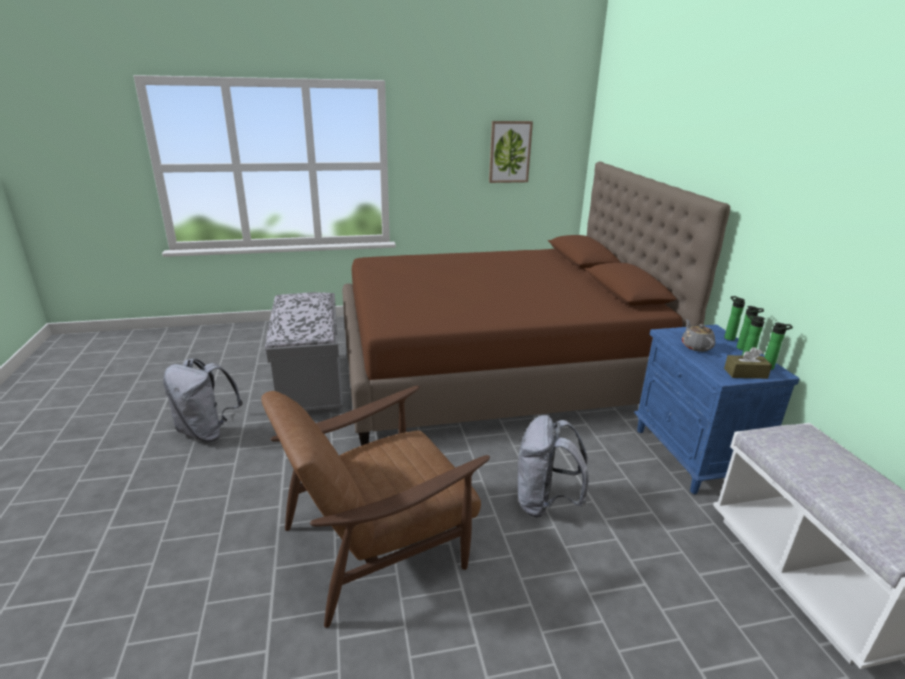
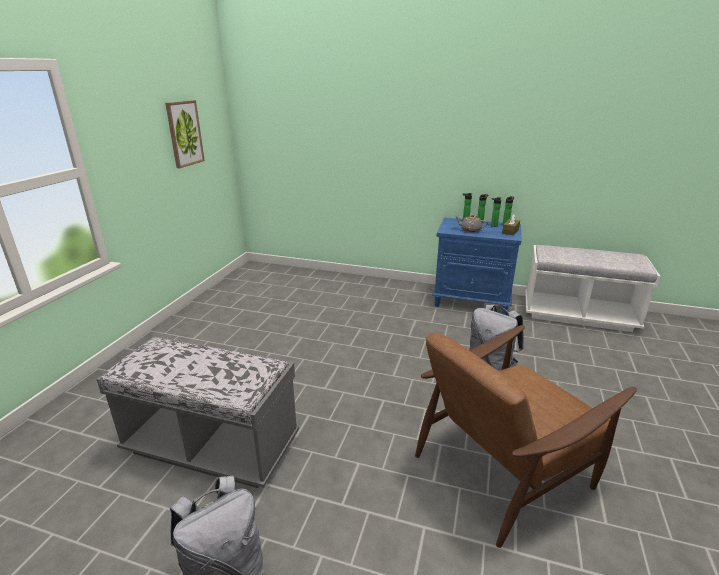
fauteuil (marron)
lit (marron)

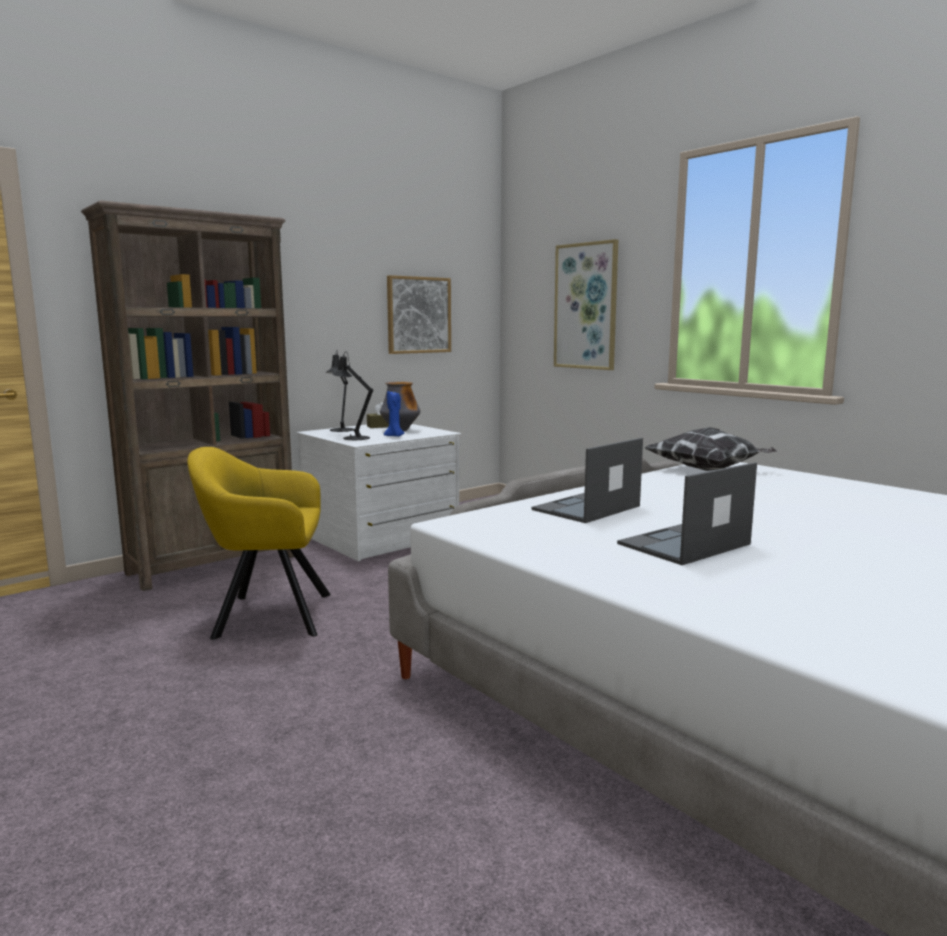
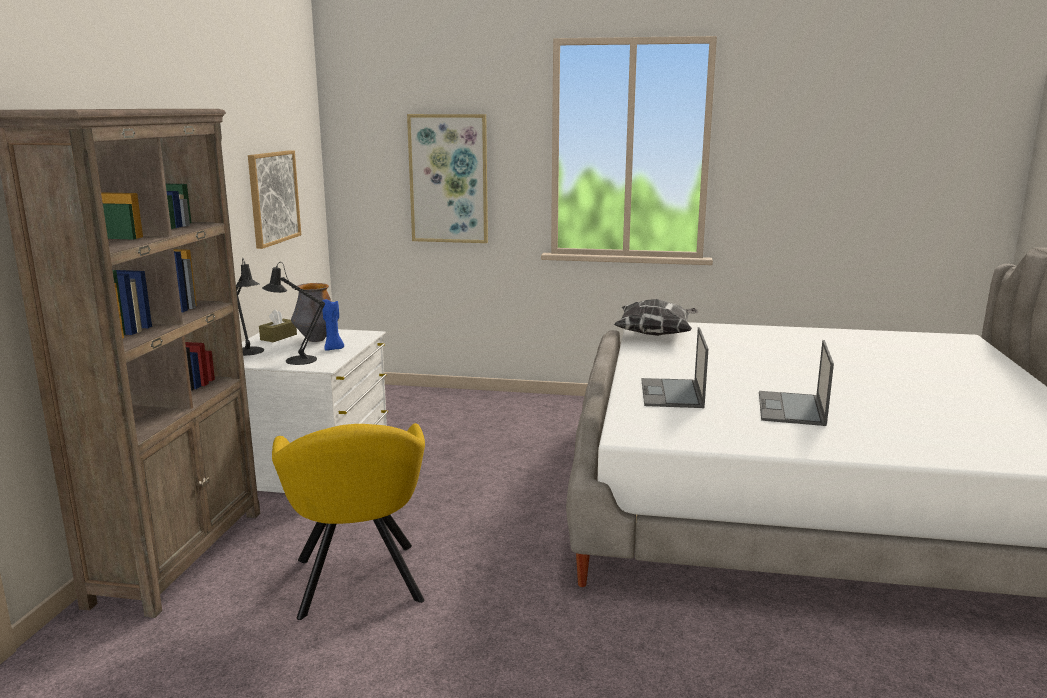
fauteuil (jaune)

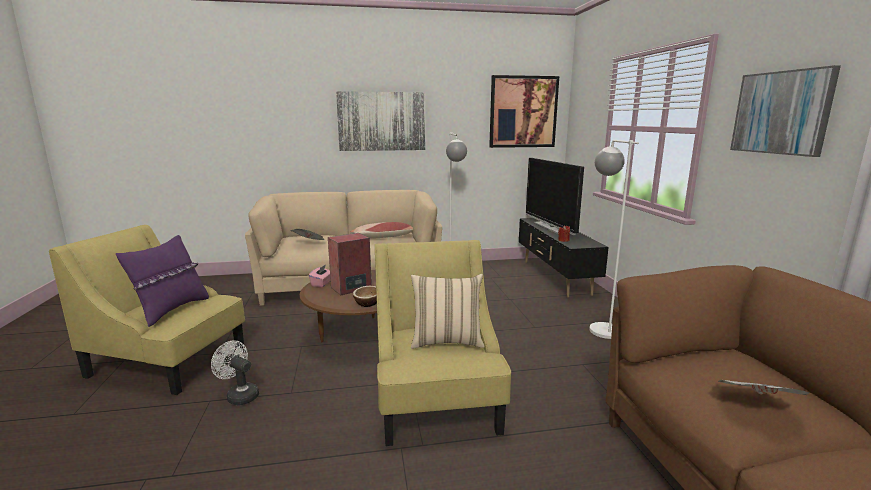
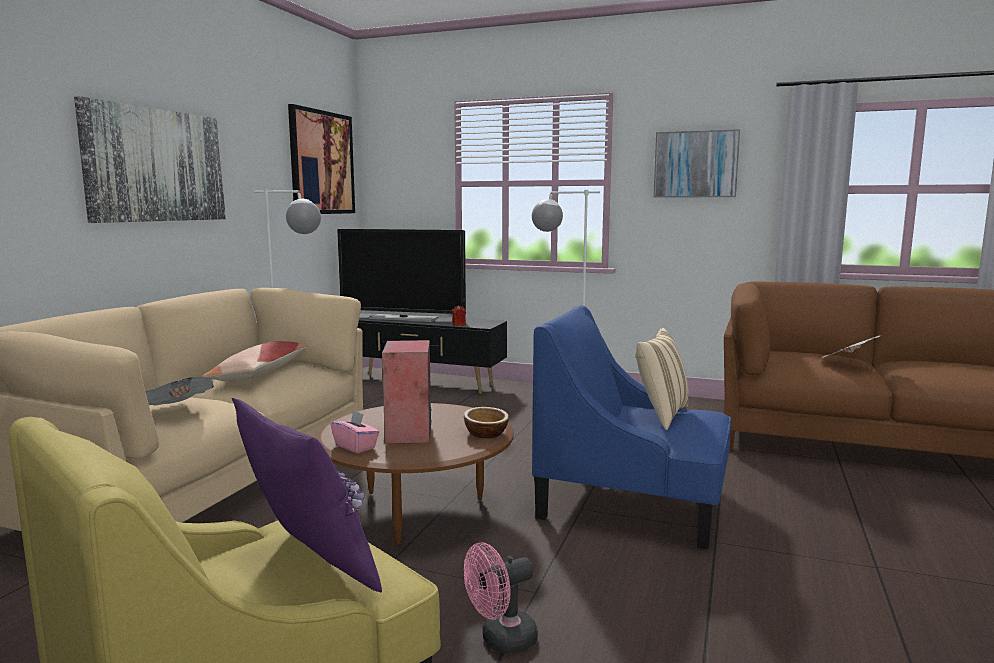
ventilateur (rose)
fauteuil (bleu)

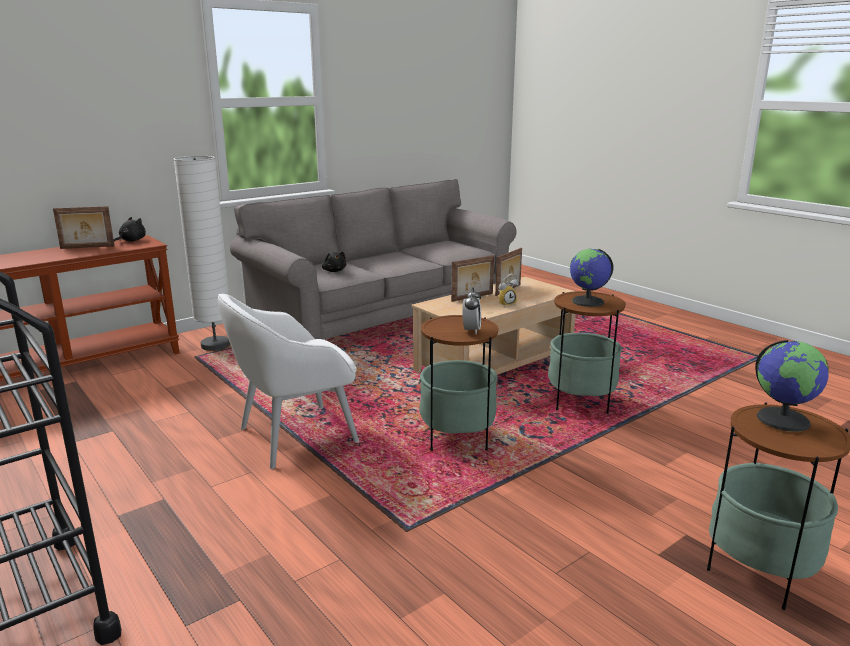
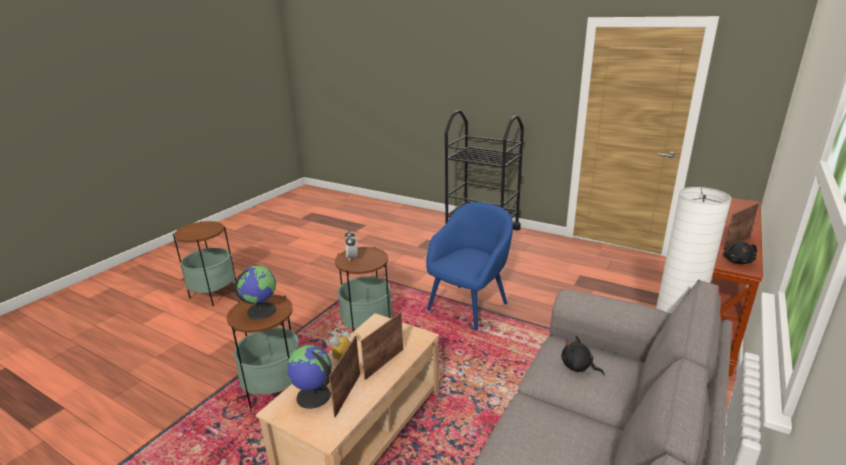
globe (2nd from left)
fauteuil (bleu)

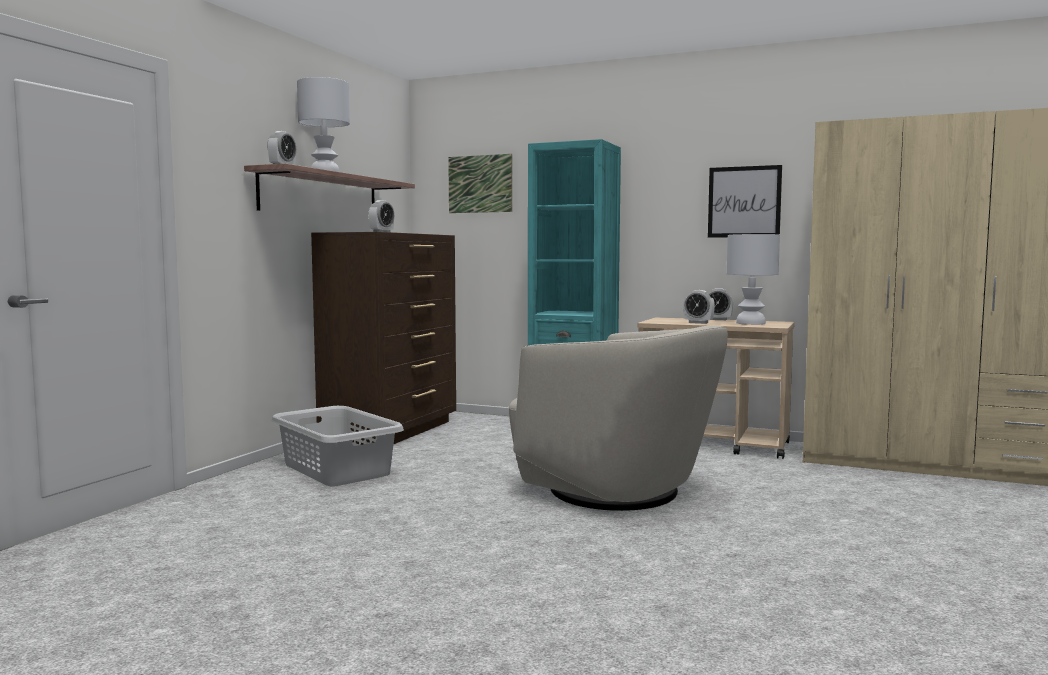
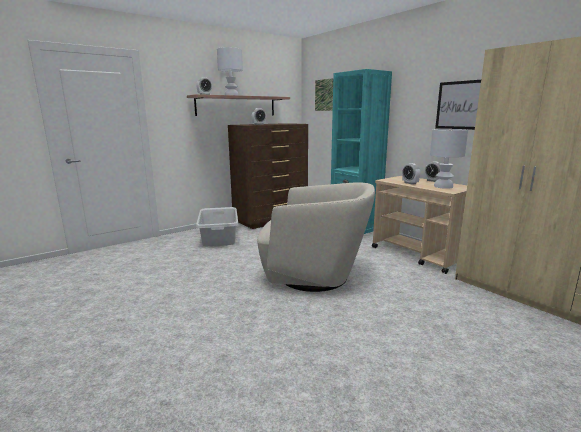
fauteuil (beige)

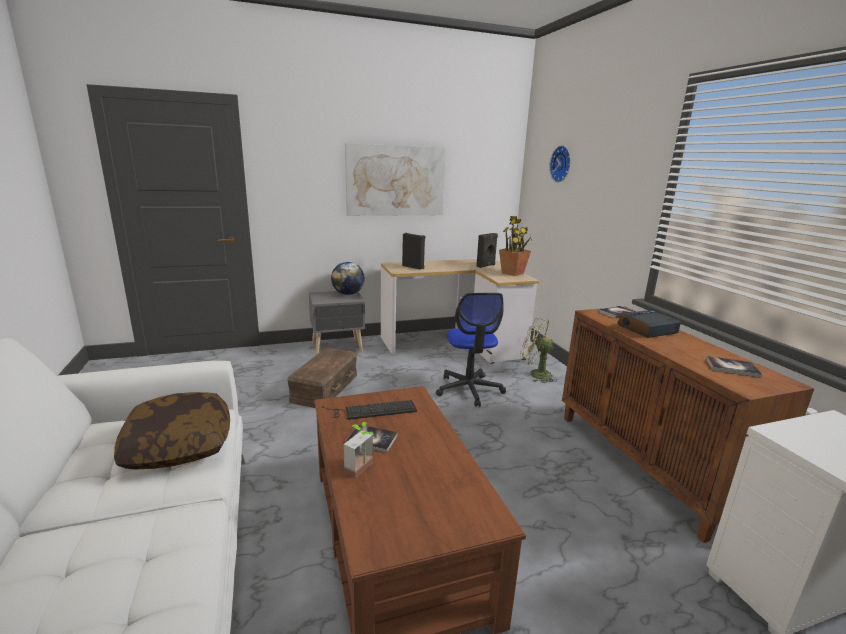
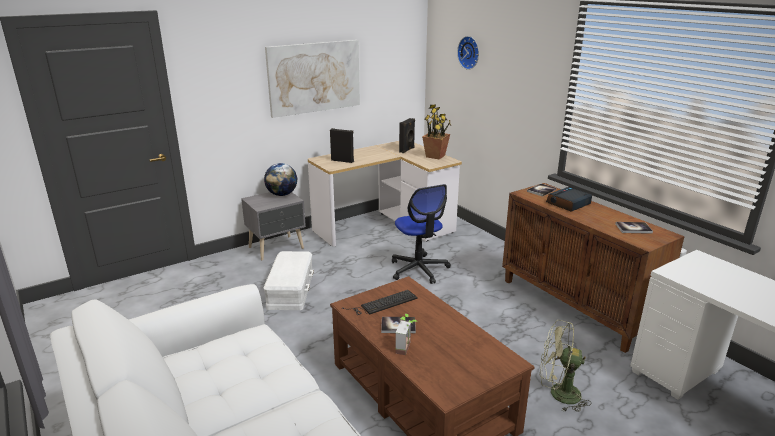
boîte de rangement (blanc)
ventilateur (vert)
coussin

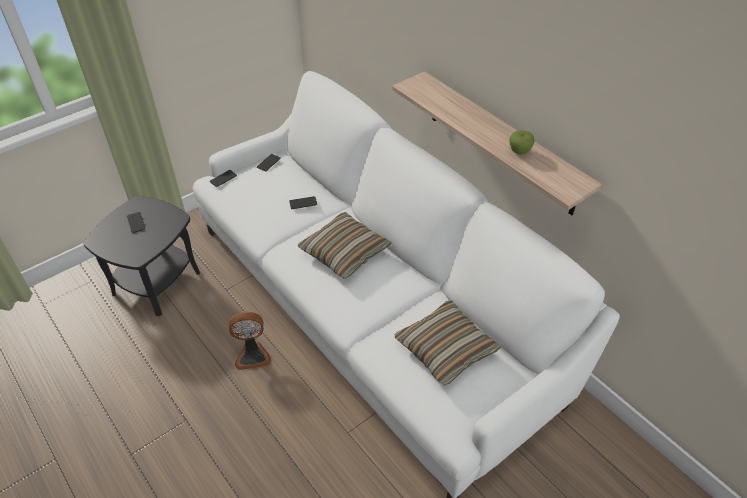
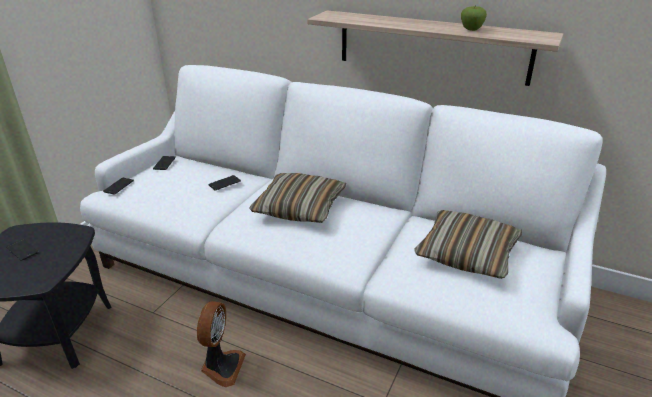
ventilateur

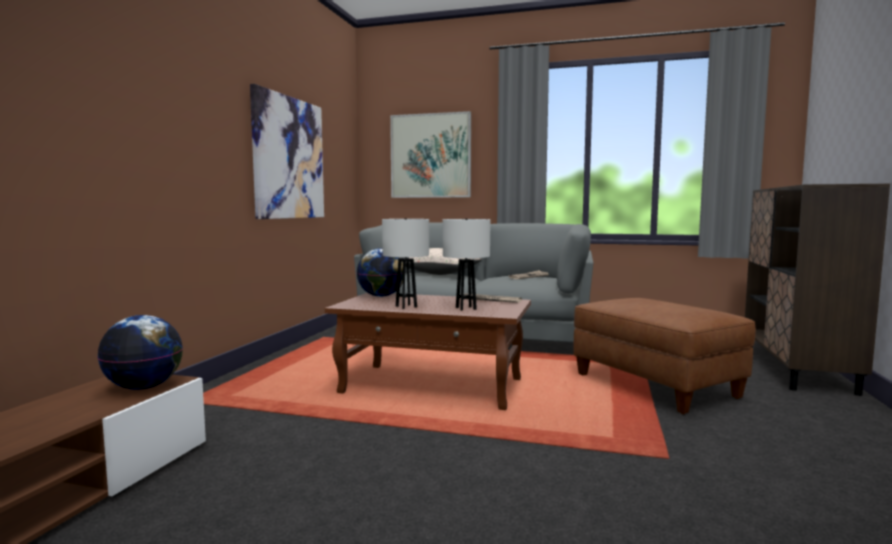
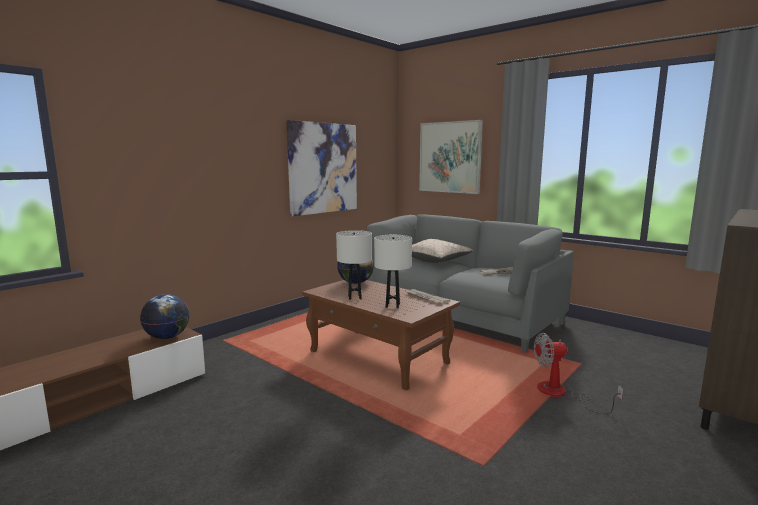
ventilateur

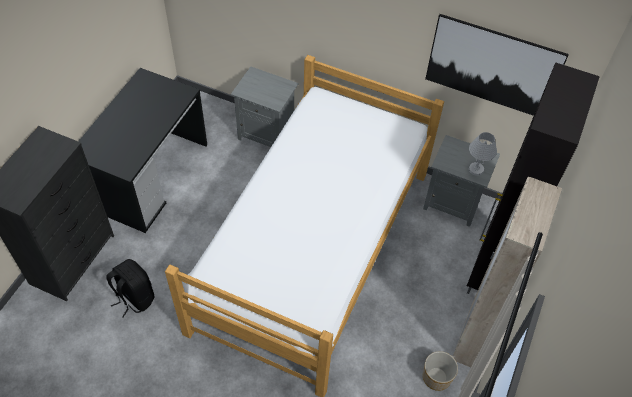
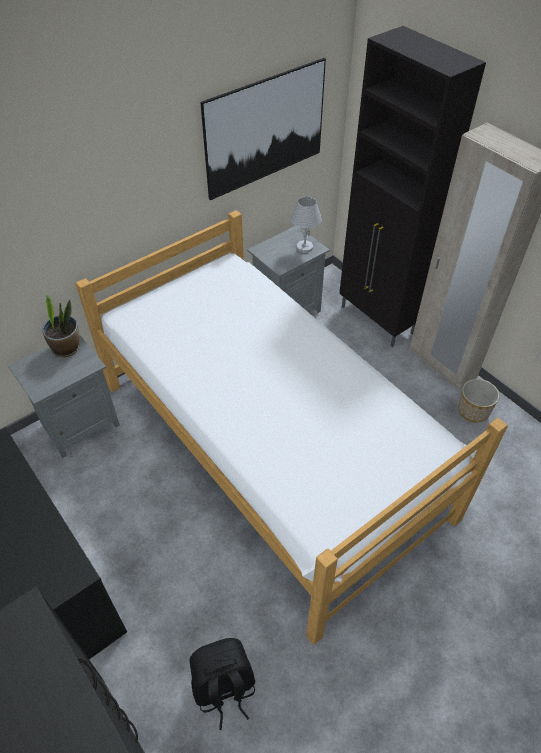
plante en pot

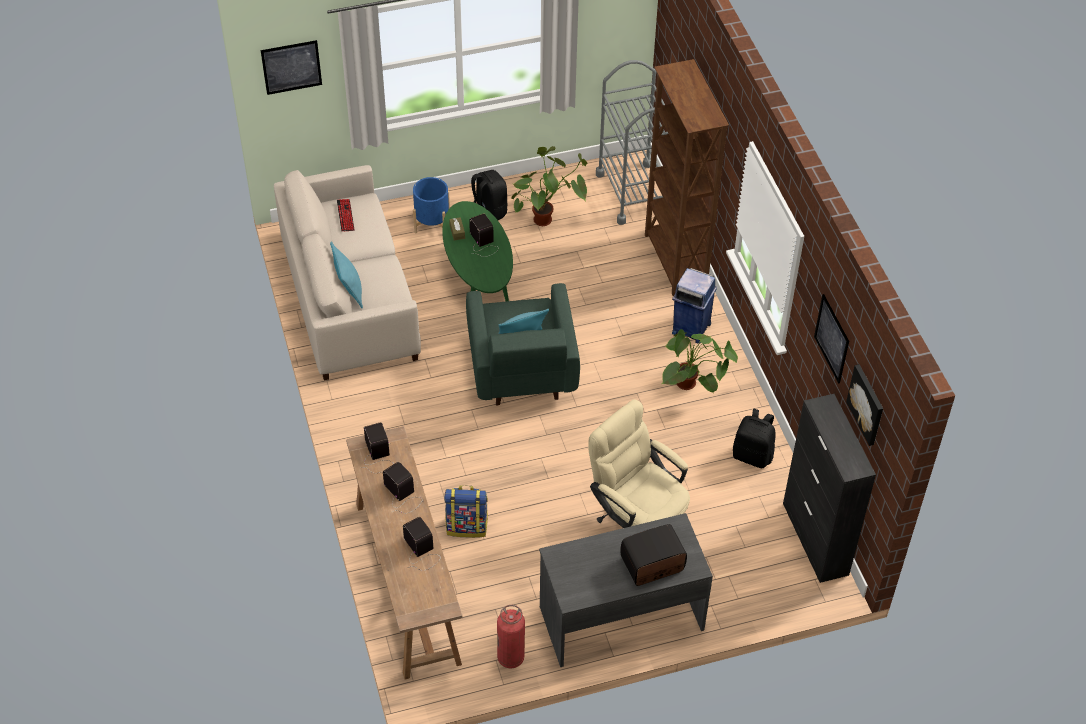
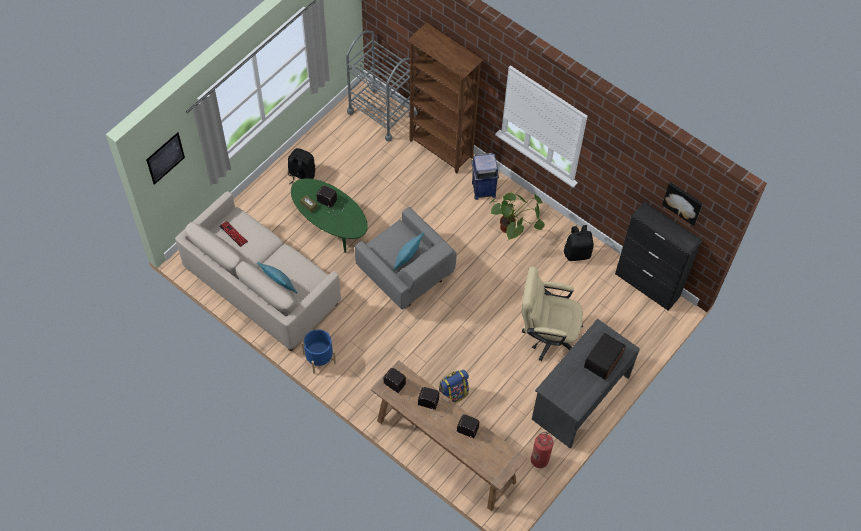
cache-pot (bleu)
fauteuil (gris)
plante en pot (1st from left in the first image)
tableau (2nd from left in the first image)

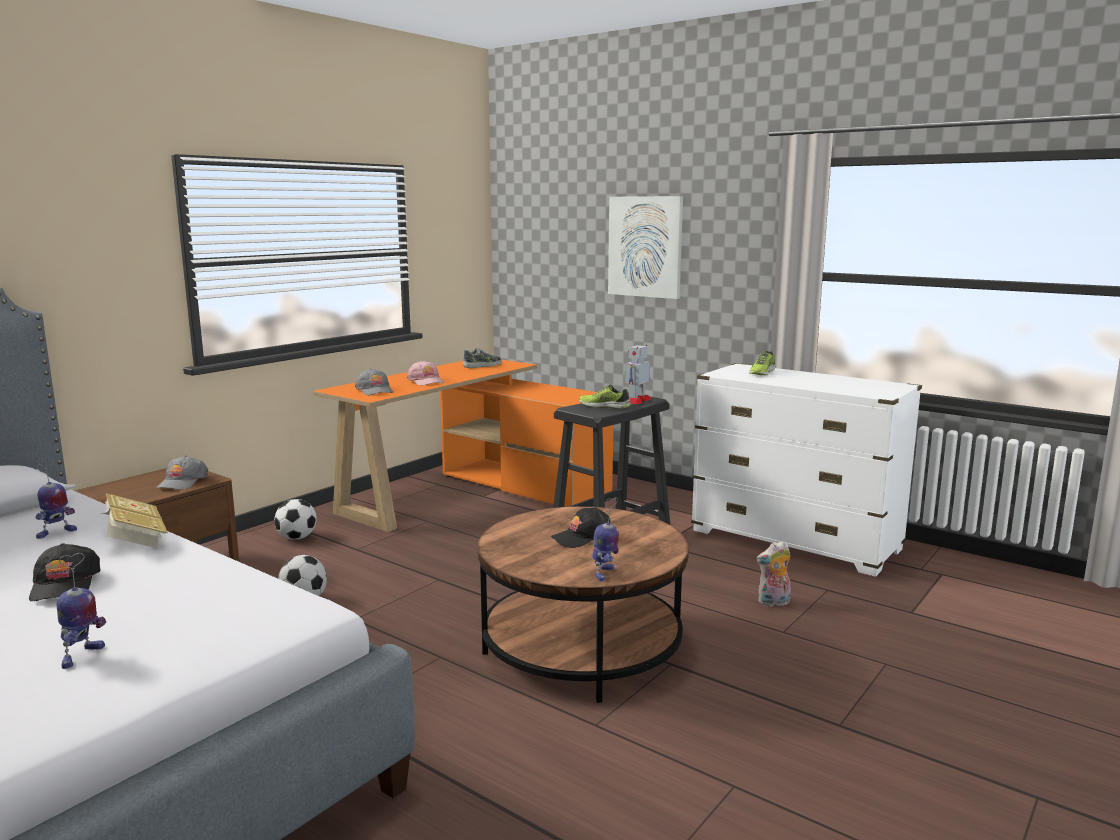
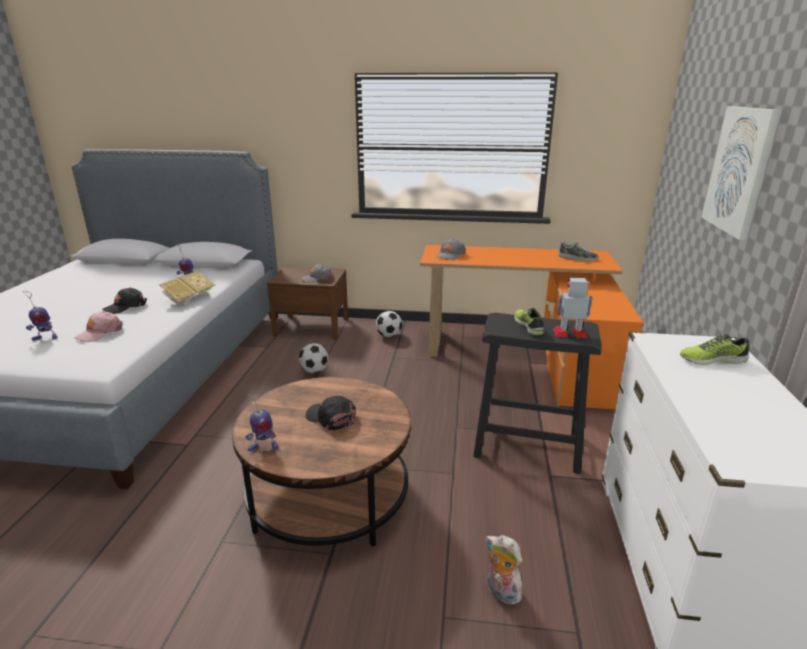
casquette (rose)

